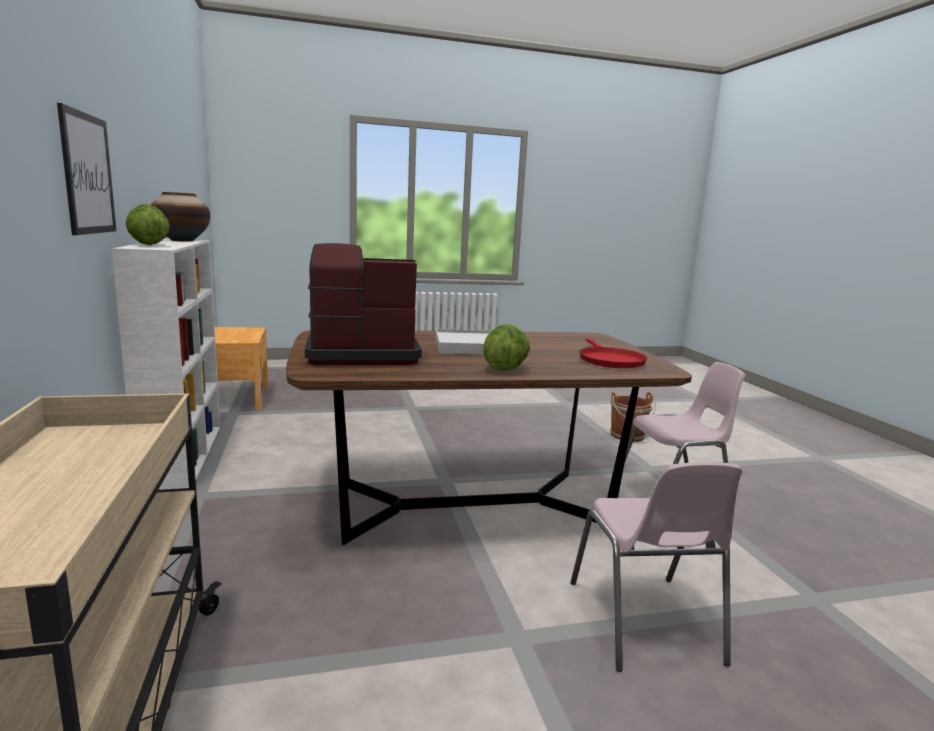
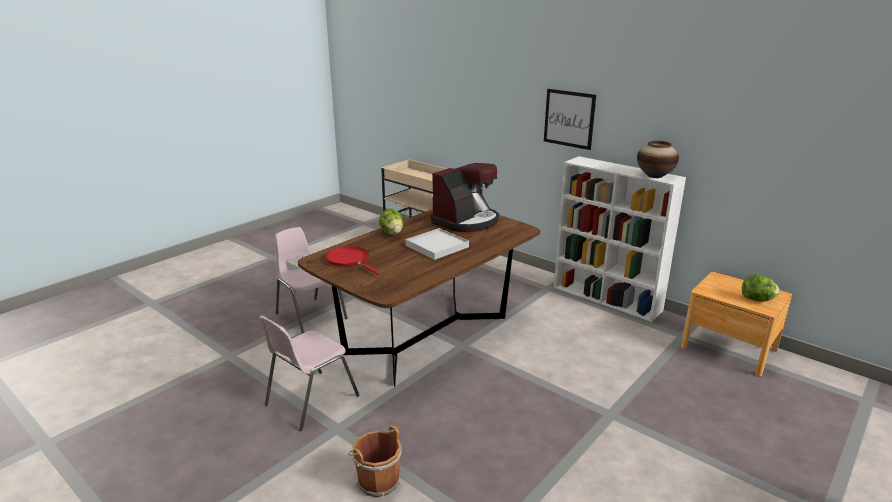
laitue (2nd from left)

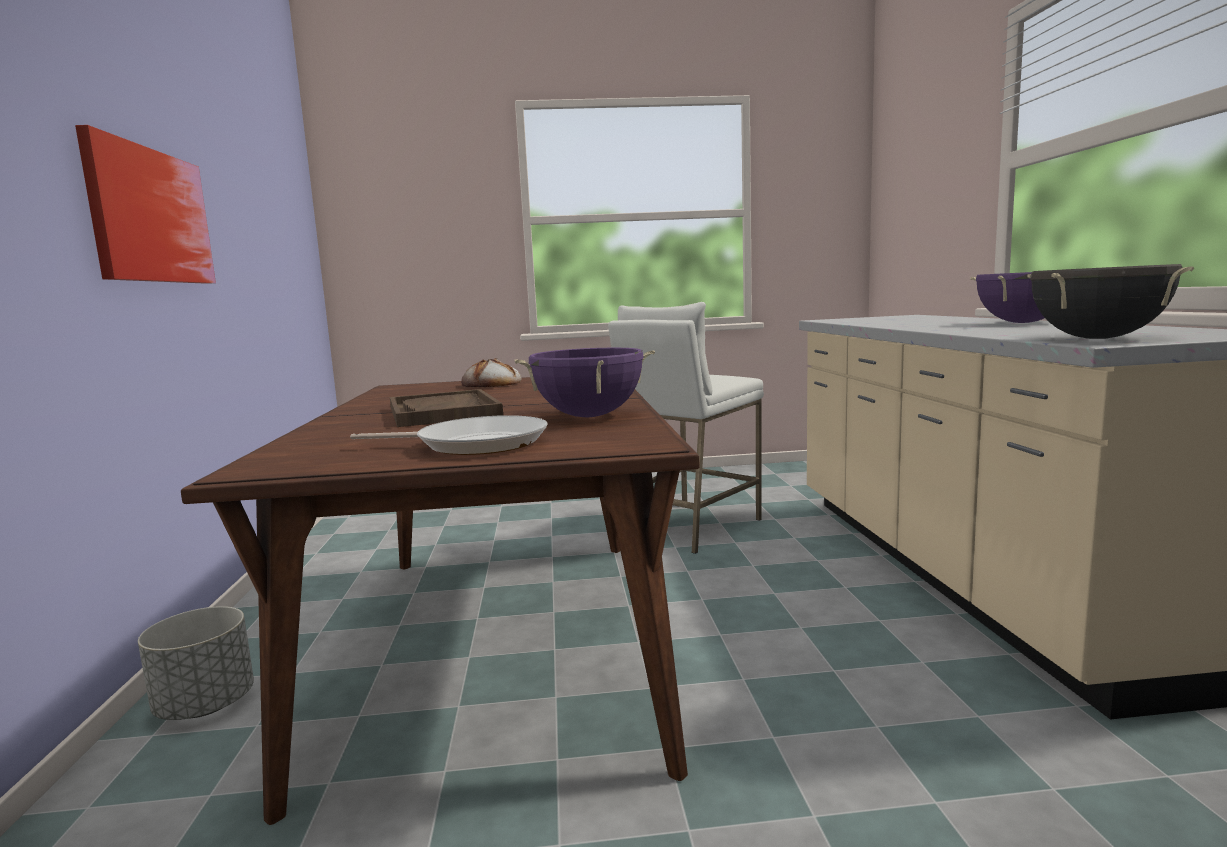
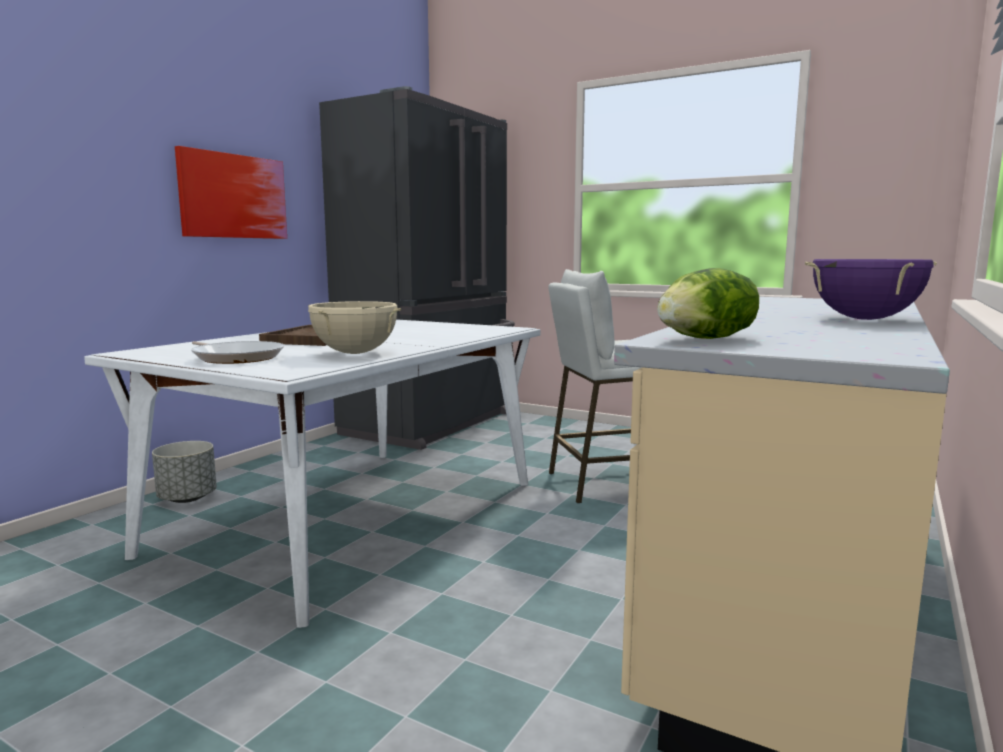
table à manger (blanc)
marmite (beige)
réfrigérateur (gris)
laitue
pain

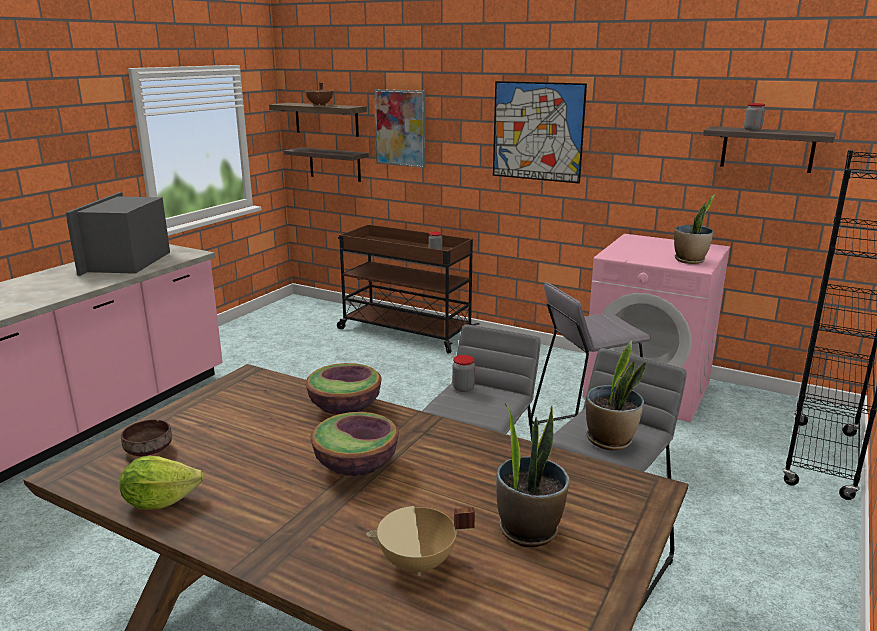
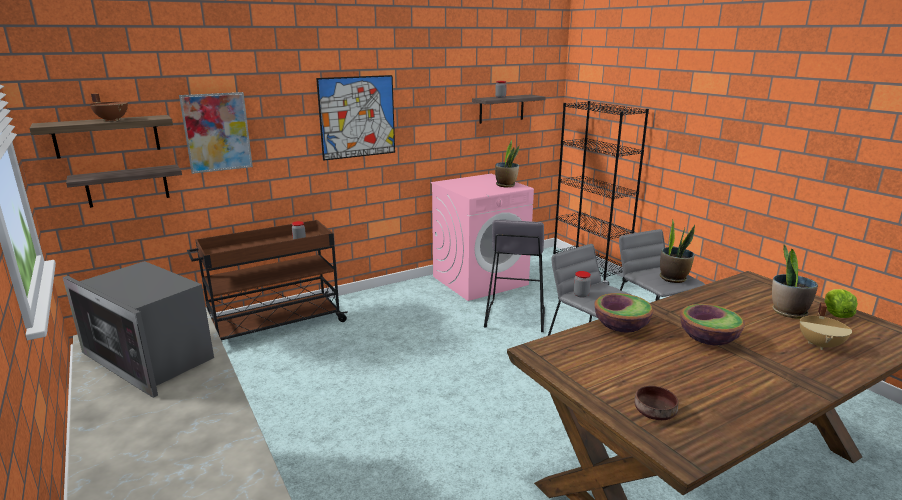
laitue

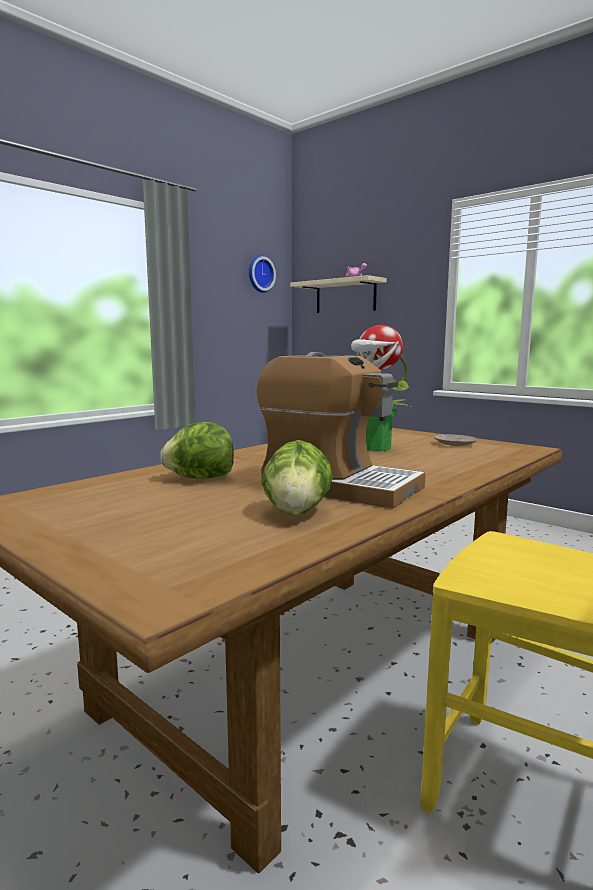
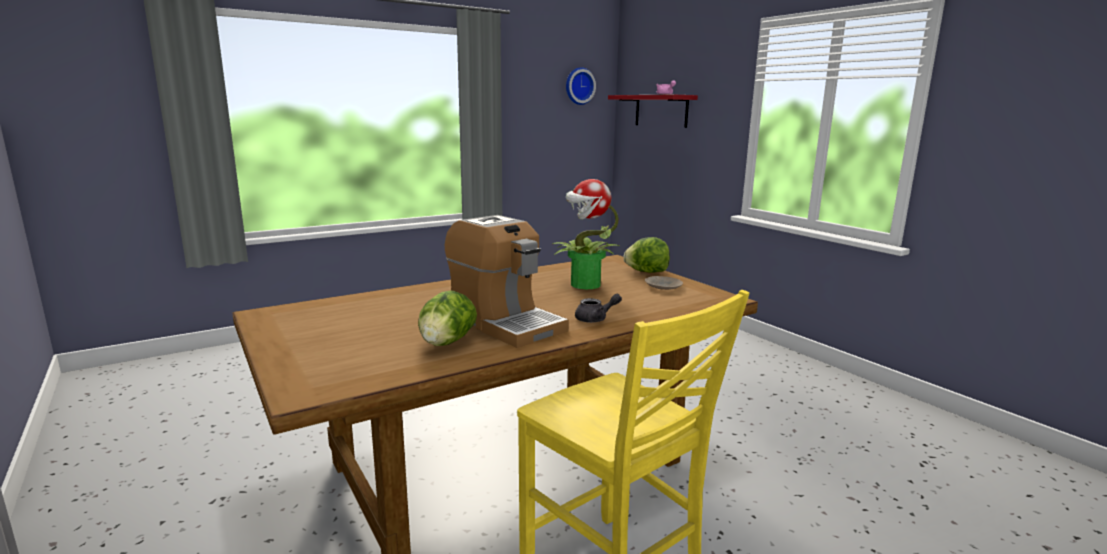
théière (gris)
étagère (rouge)
laitue (2nd from left)

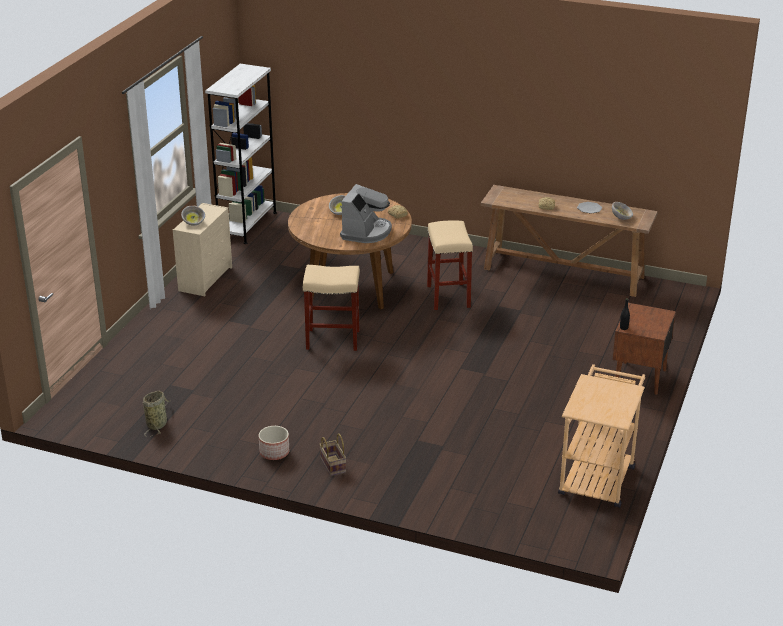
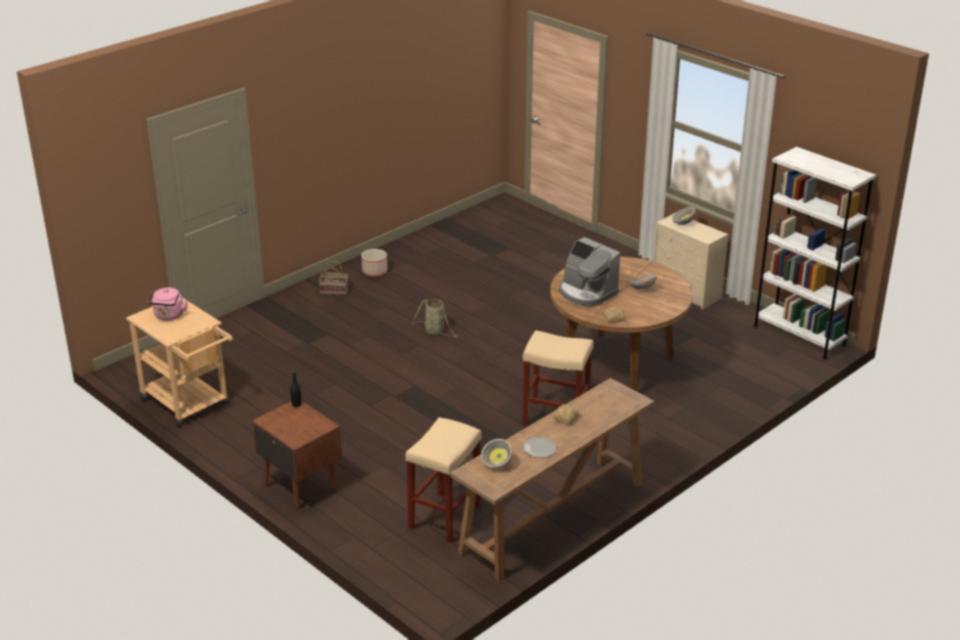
bouilloire (rose)
tabouret (beige) (1st from left)
panier (2nd from left)

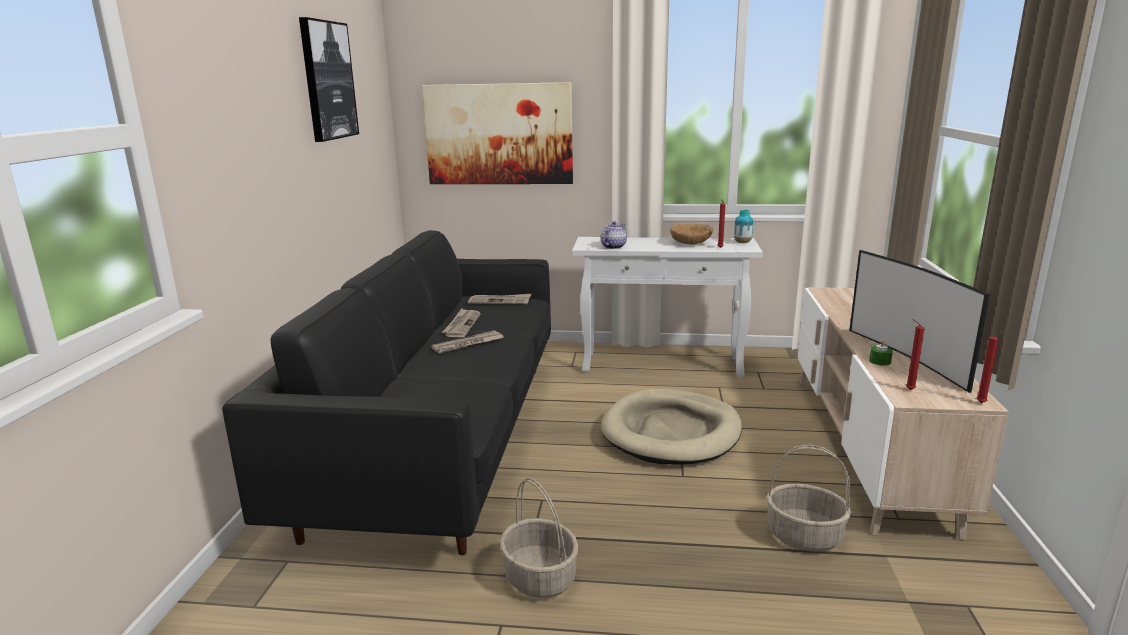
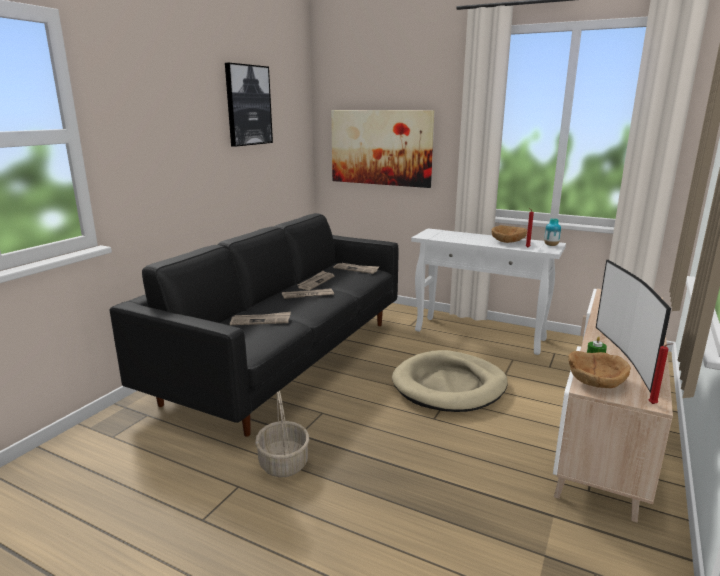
journal (1st from left)
bol (marron) (2nd from left)
théière
panier (2nd from left in the first image)

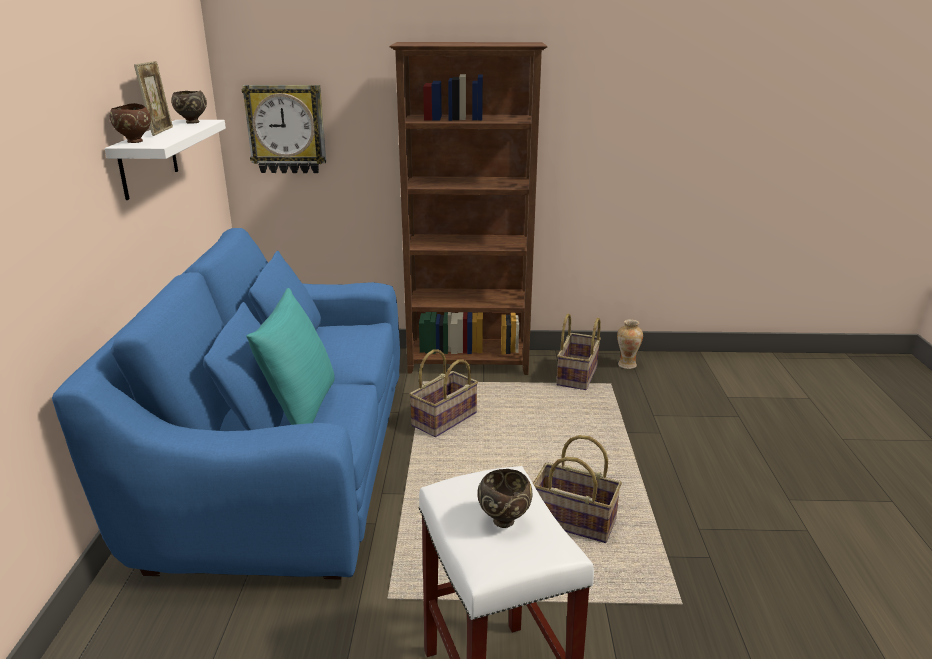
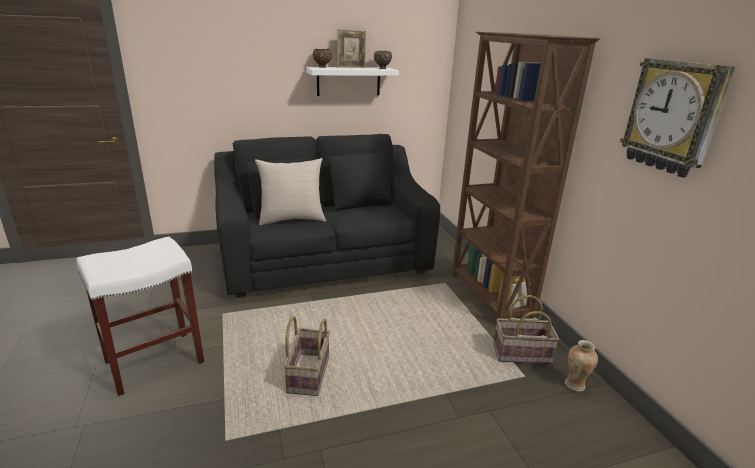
canapé (noir)
coussin (beige)
horloge murale
panier (1st from left in the first image)
bol (marron) (3rd from left in the first image)

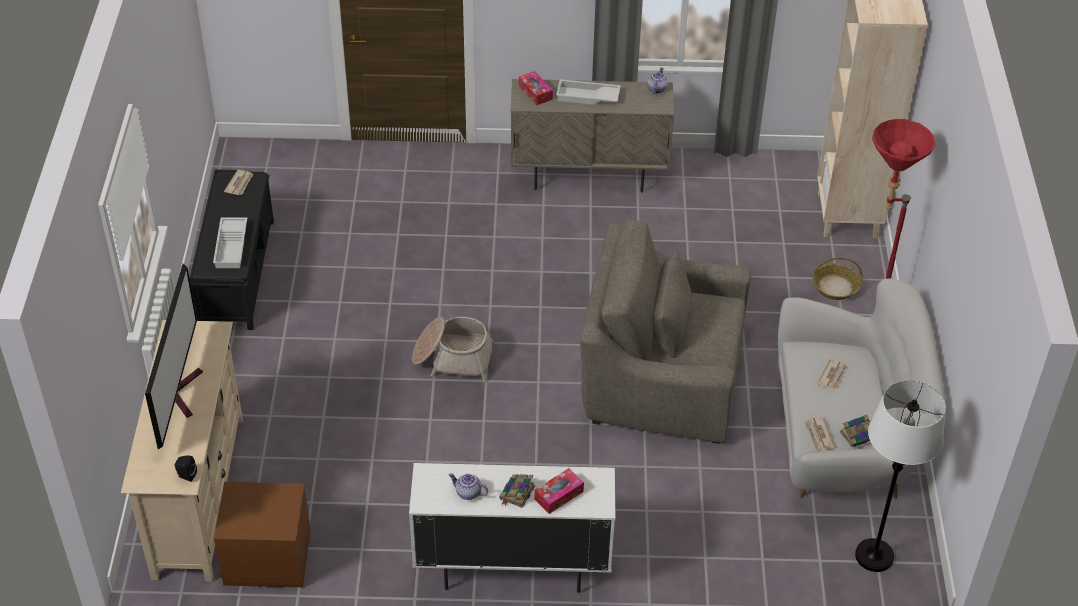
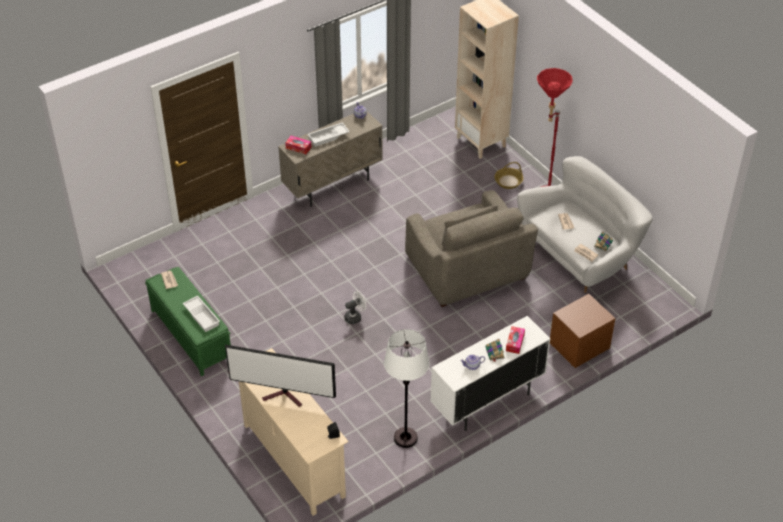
banc (vert)
téléviseur
ventilateur (blanc)
lampadaire (blanc)
fauteuil (gris)
table de chevet (marron)

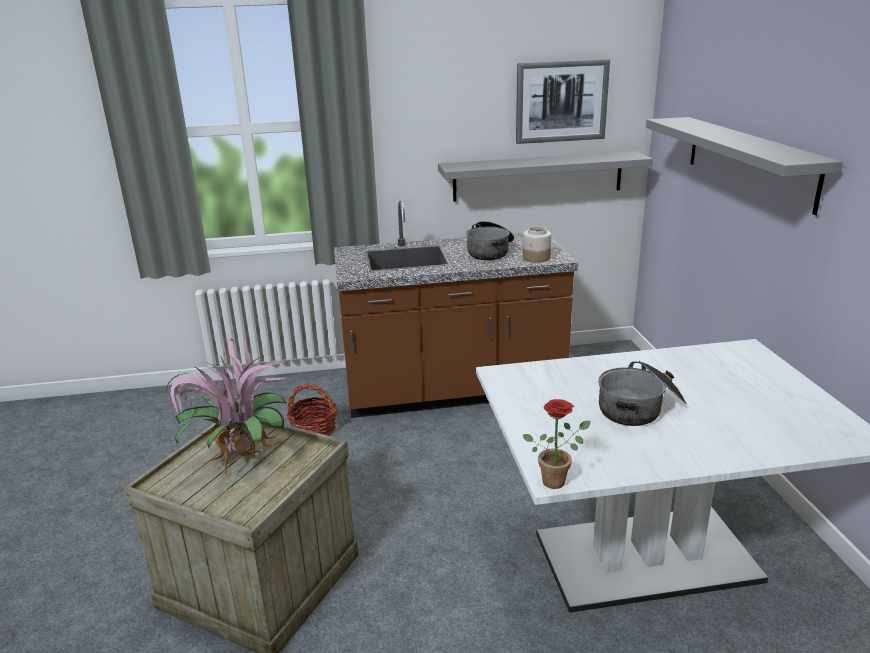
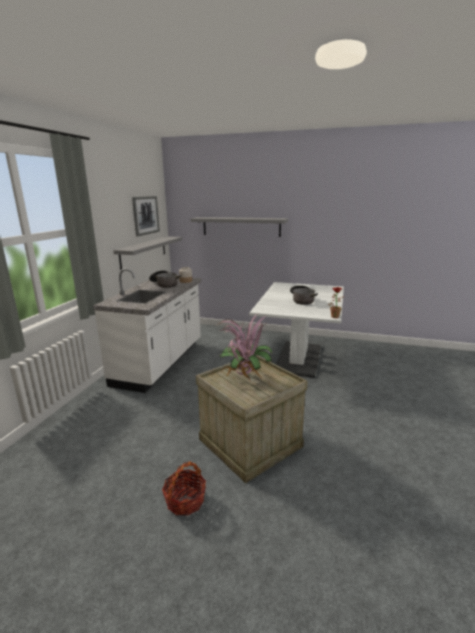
comptoir de cuisine (blanc)
panier

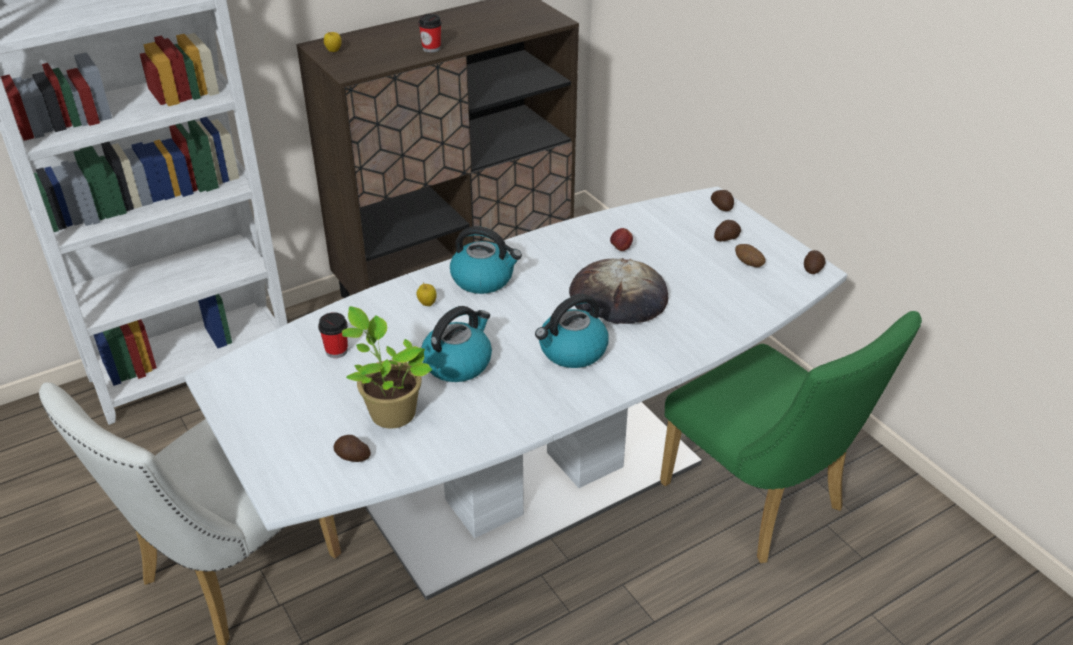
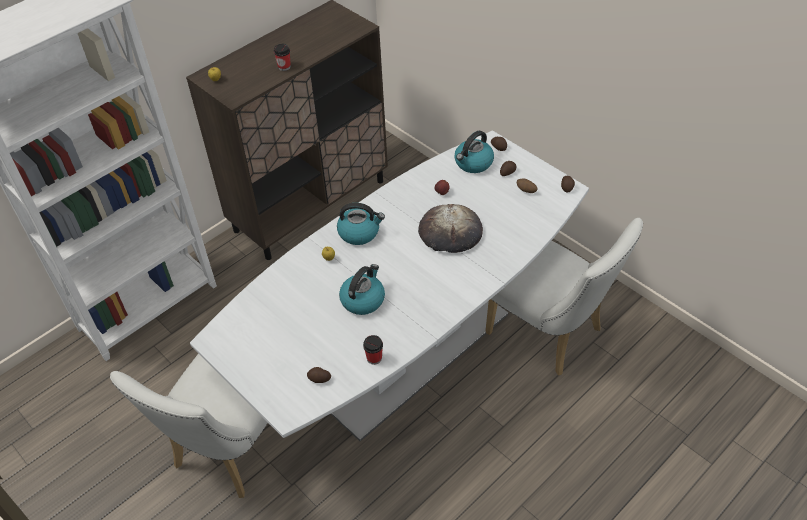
tasse (2nd from left)
bouilloire (3rd from left)
chaise (blanc) (2nd from left)
plante en pot

